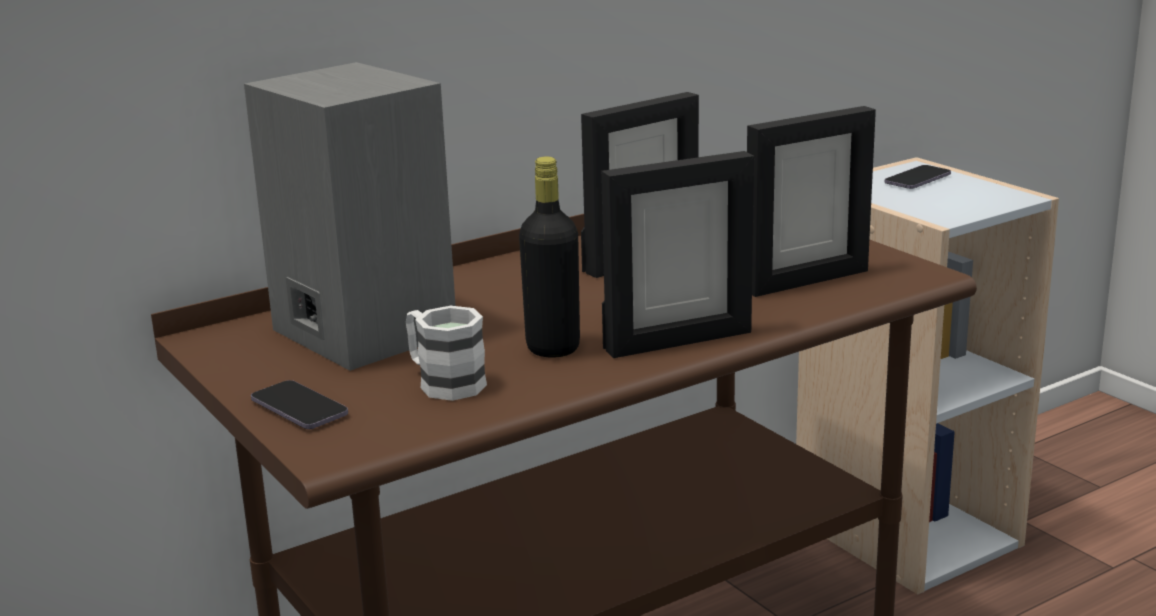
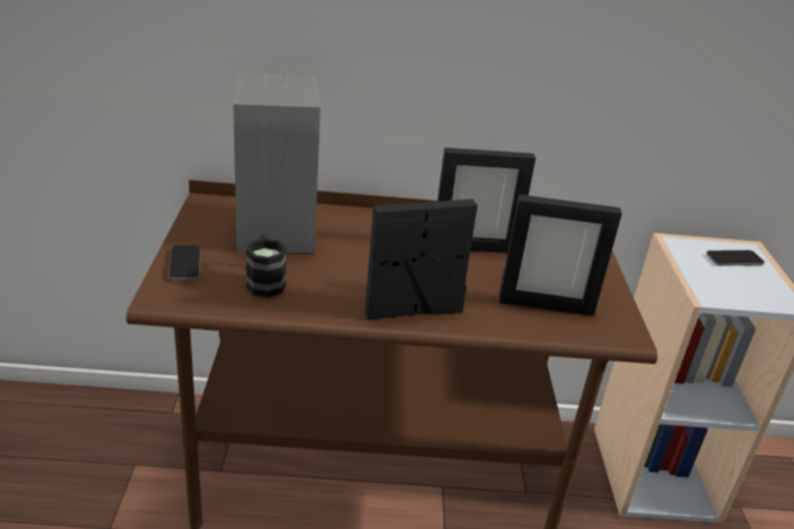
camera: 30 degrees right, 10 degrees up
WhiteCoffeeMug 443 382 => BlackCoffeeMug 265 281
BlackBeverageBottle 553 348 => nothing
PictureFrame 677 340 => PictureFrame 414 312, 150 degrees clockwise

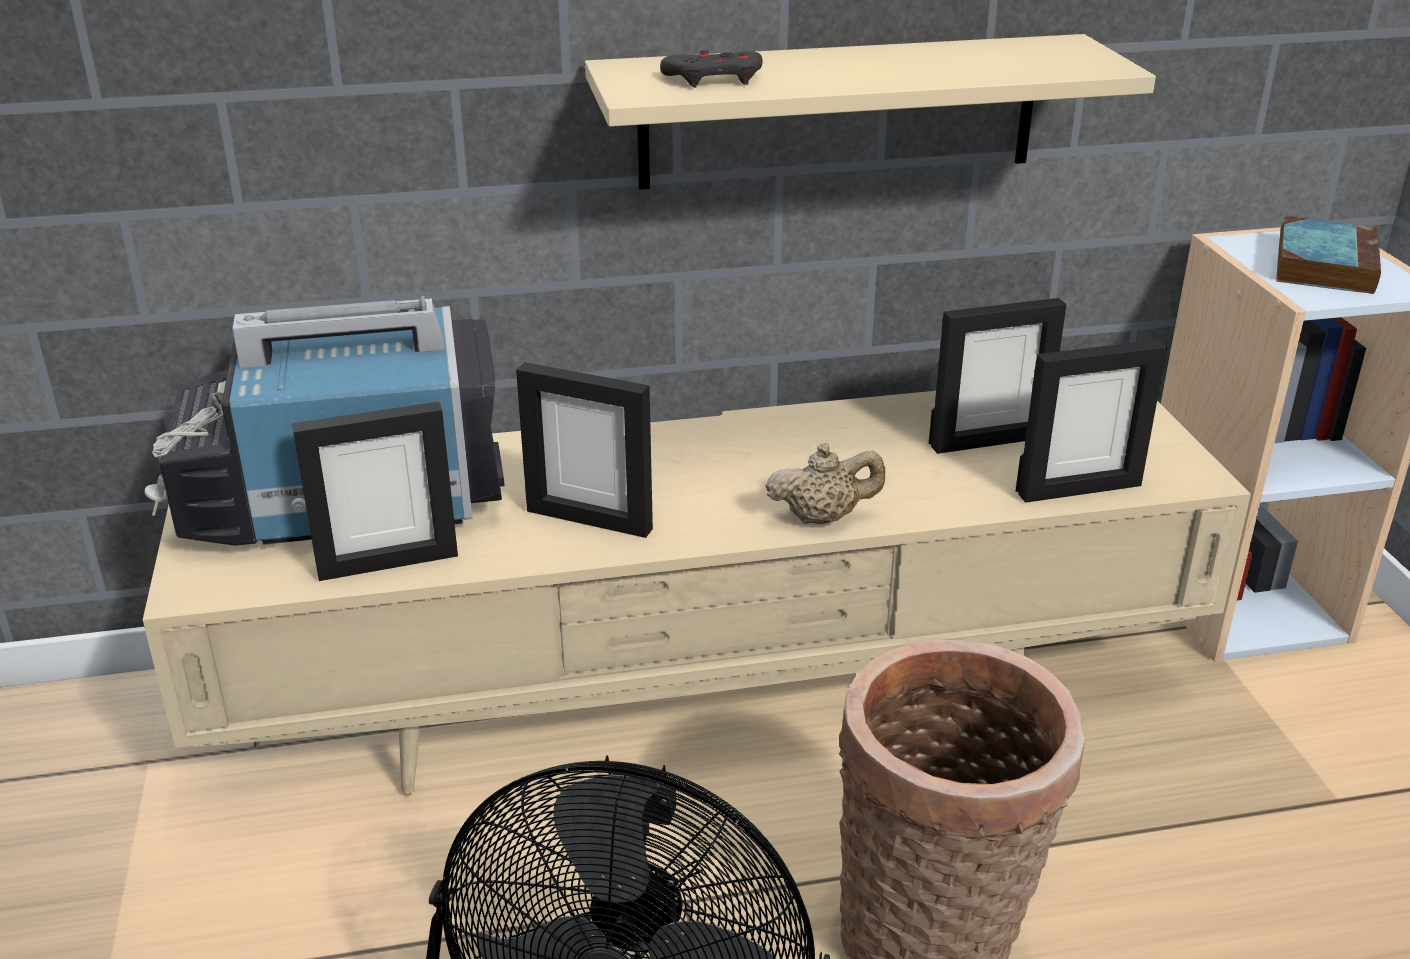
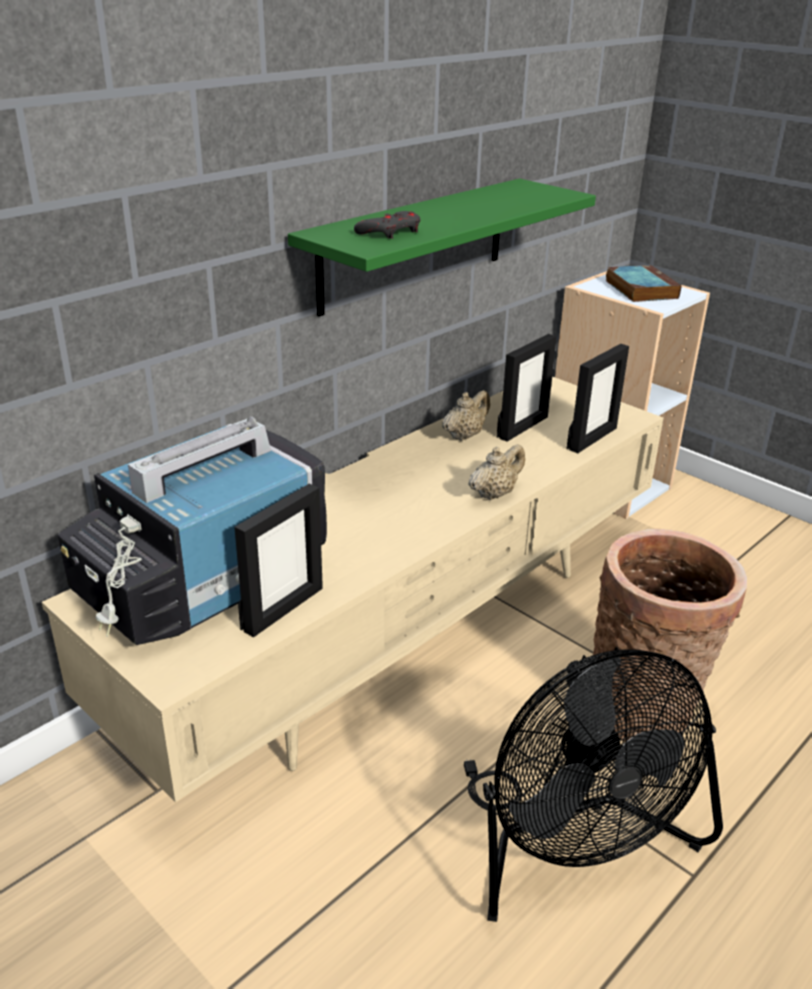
camera: 35 degrees left, 0 degrees up
PictureFrame 590 518 => nothing
SandColouredShelf 839 112 => GreenishShelf 415 244
nothing => SandColouredTeaPot 464 435

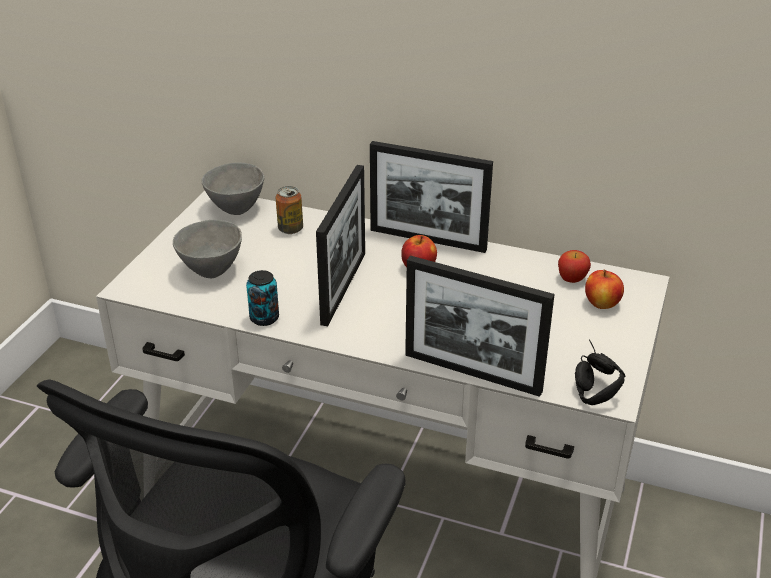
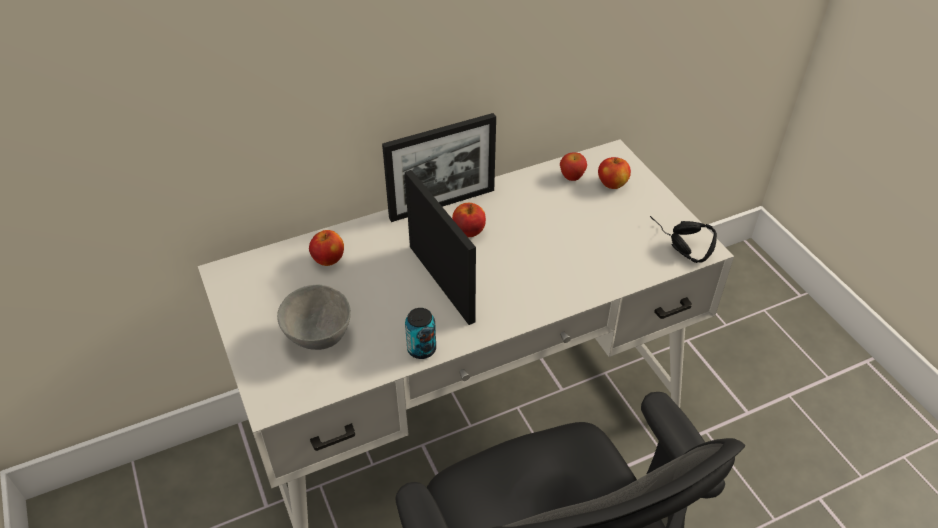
camera: 45 degrees left, 10 degrees up
GreyServingBowl 235 208 => nothing
SealedCan 290 229 => WholeApple 328 259
PictureFrame 472 373 => nothing

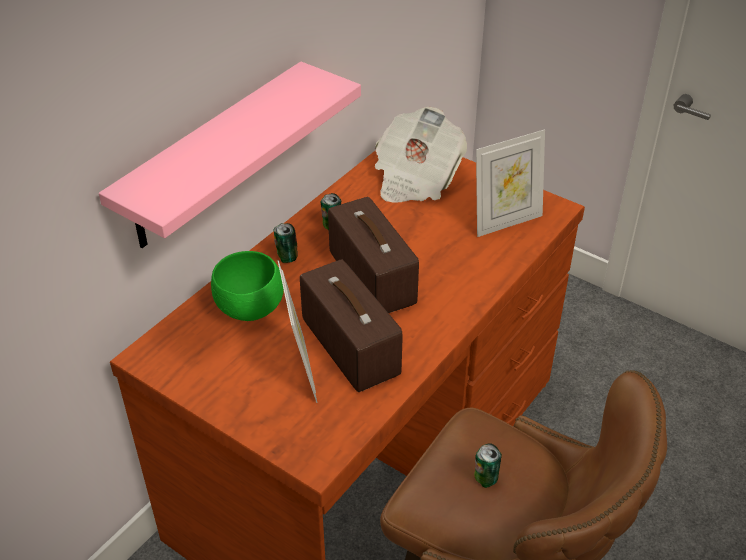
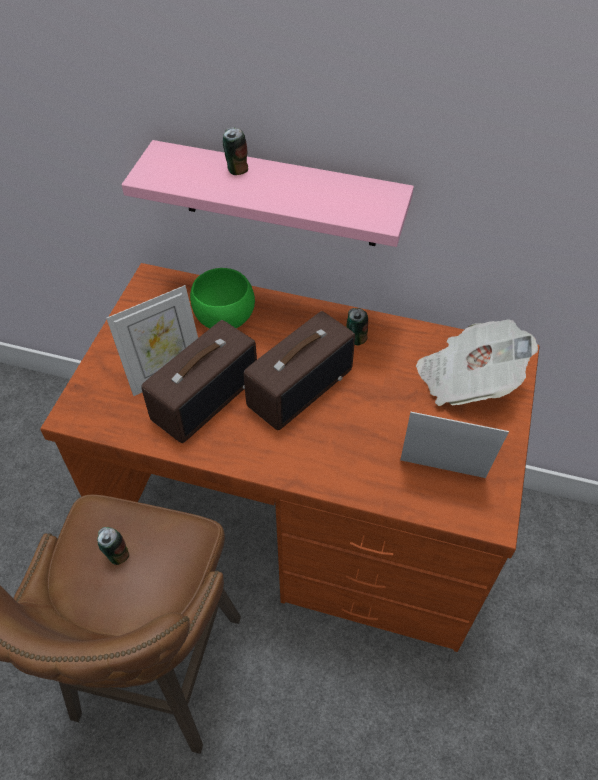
camera: 70 degrees right, 10 degrees up
SealedCan 286 257 => SealedCan 236 169, relocated
PictureFrame 506 221 => PictureFrame 441 476, 150 degrees clockwise

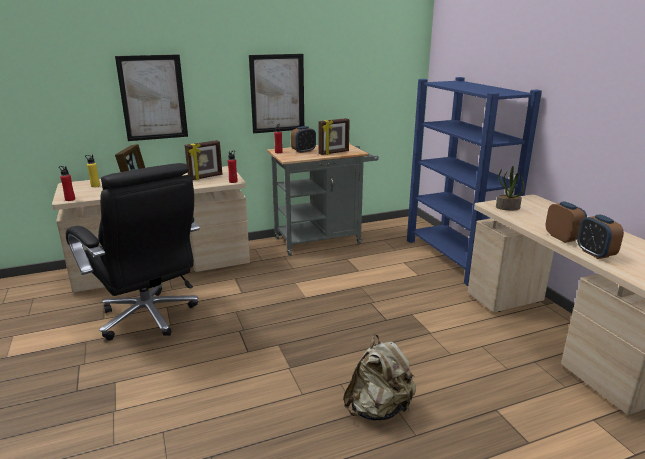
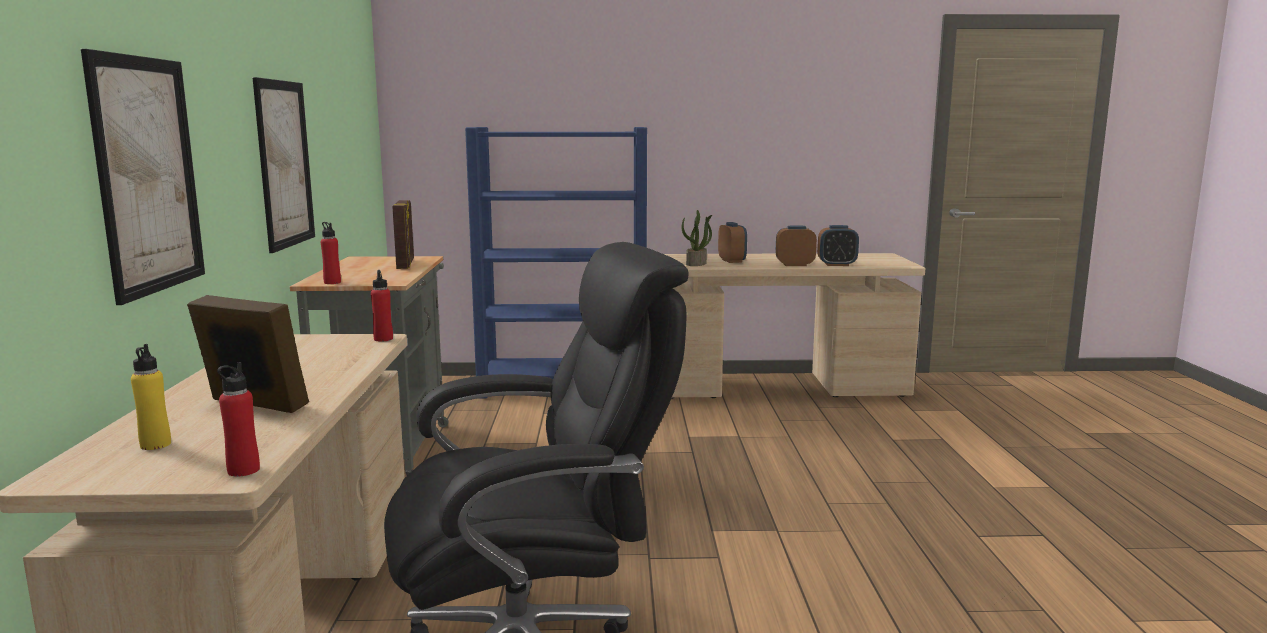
camera: 70 degrees left, 10 degrees down
PictureFrame 205 177 => nothing
TableClock 303 151 => TableClock 732 261, relocated
SandColouredBackpack 378 409 => nothing

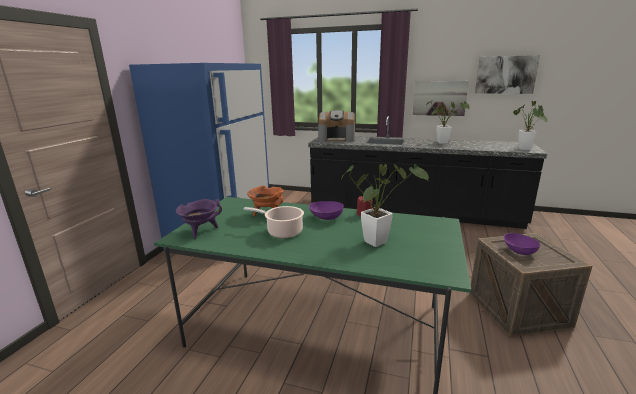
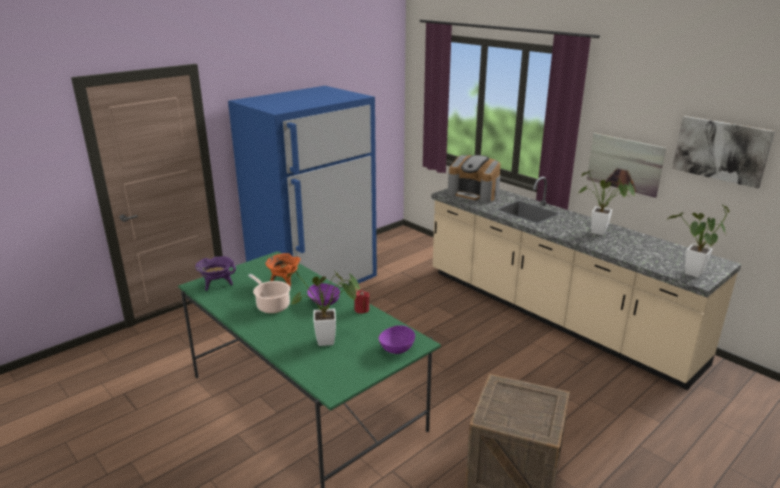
camera: 30 degrees right, 5 degrees up
BlackKitchenCounter 412 212 => SandColouredKitchenCounter 553 316
PurpleColouredServingBowl 518 251 => PurpleColouredServingBowl 396 348, relocated

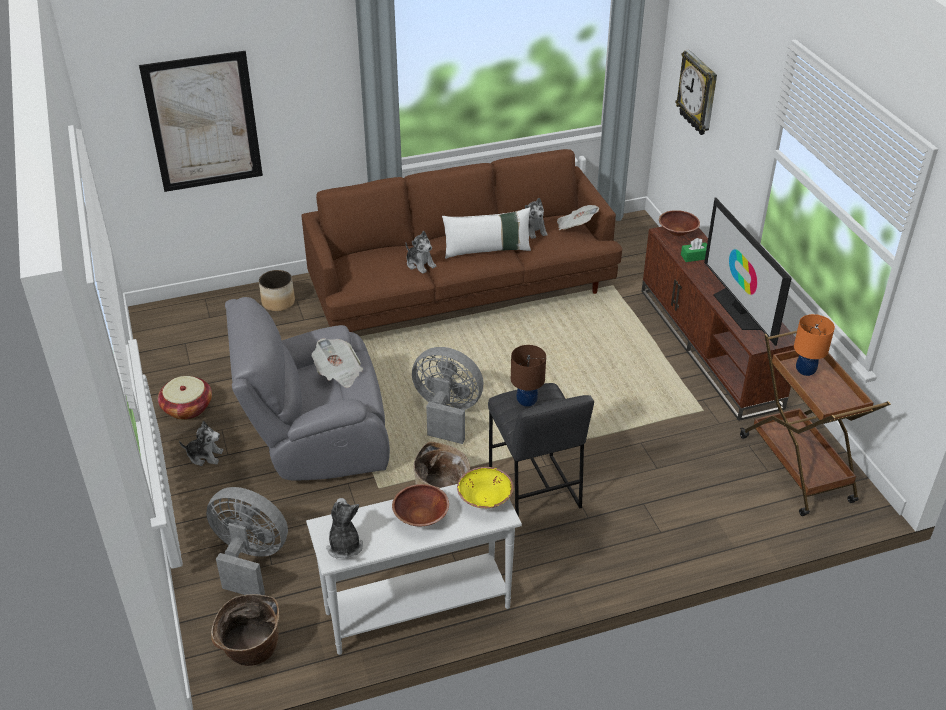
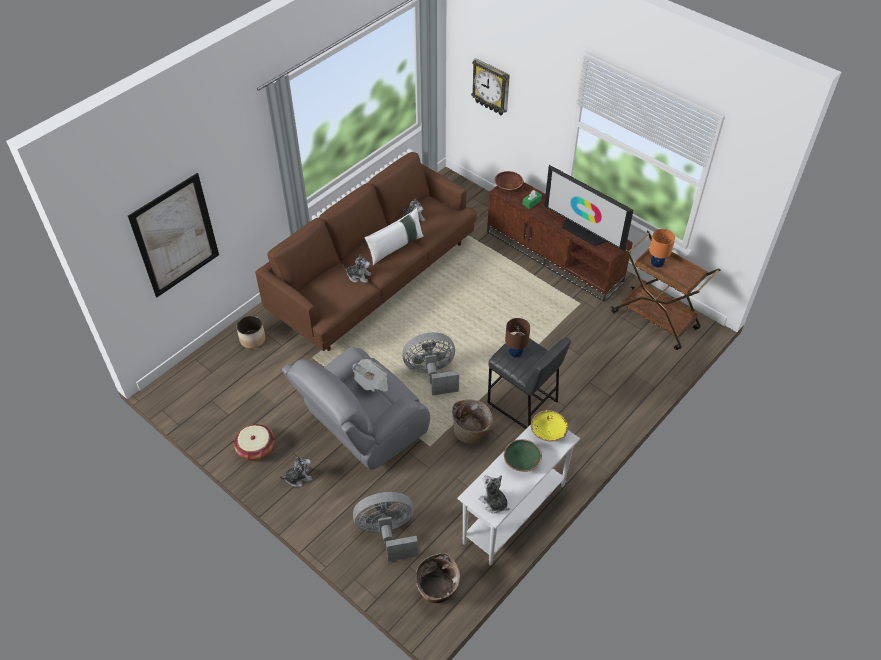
camera: 30 degrees left, 10 degrees up
BrownColouredServingBowl 421 516 => GreenishServingBowl 522 461
PrintedPaper 575 226 => nothing

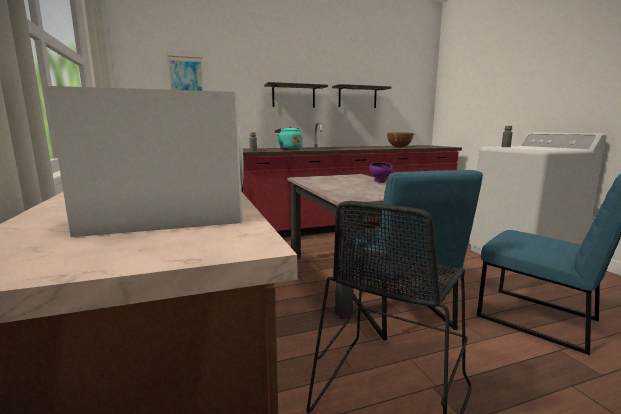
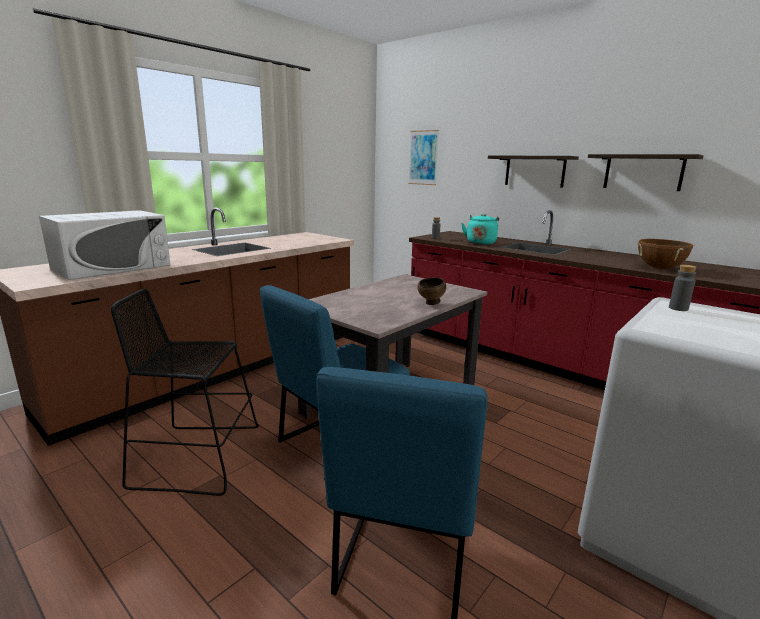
camera: 60 degrees right, 5 degrees up
PurpleColouredServingBowl 380 182 => BrownColouredServingBowl 431 304

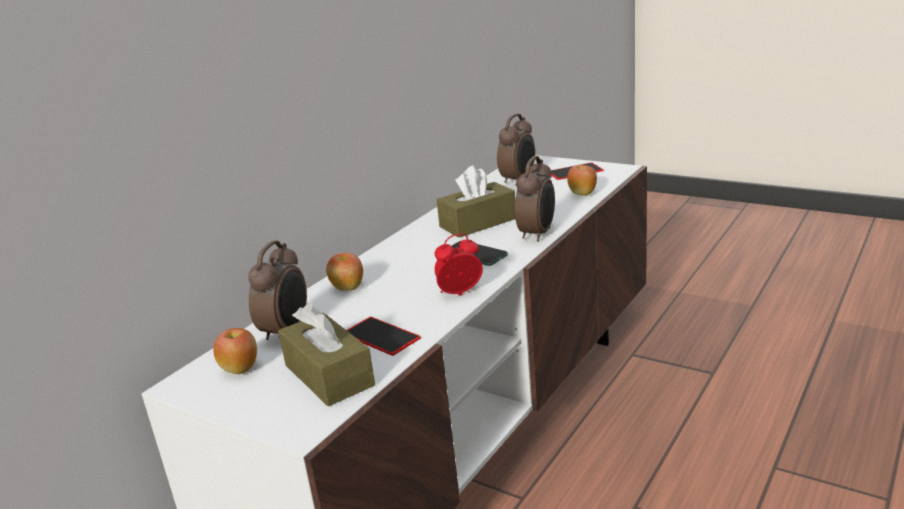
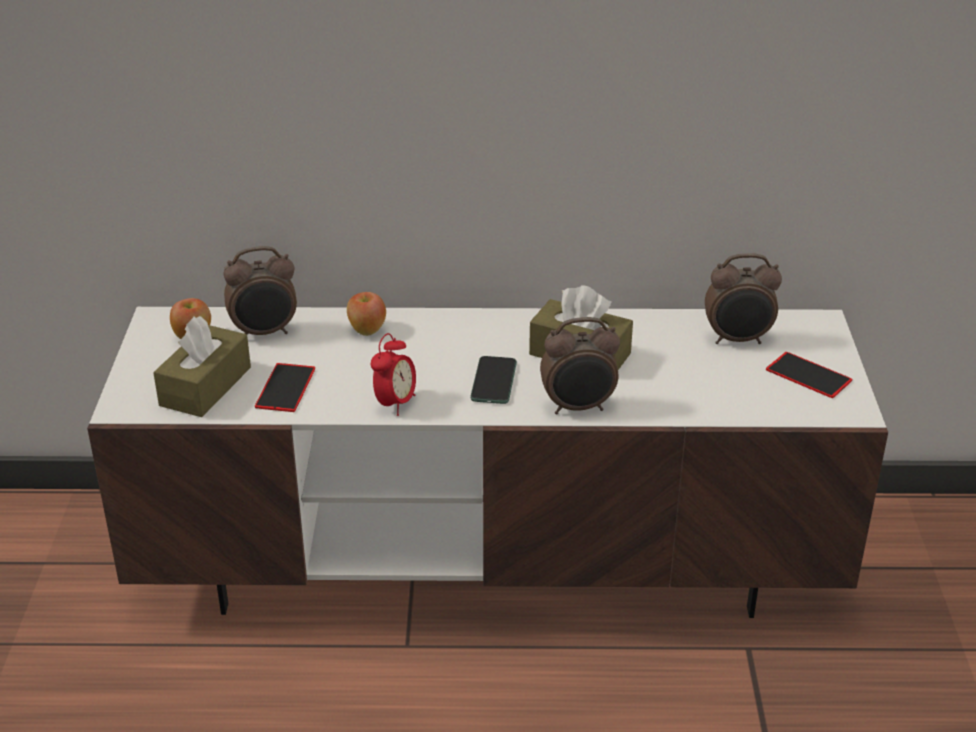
camera: 55 degrees right, 10 degrees up
TableClock 460 294 => TableClock 395 403, 75 degrees clockwise
WholeApple 582 194 => nothing

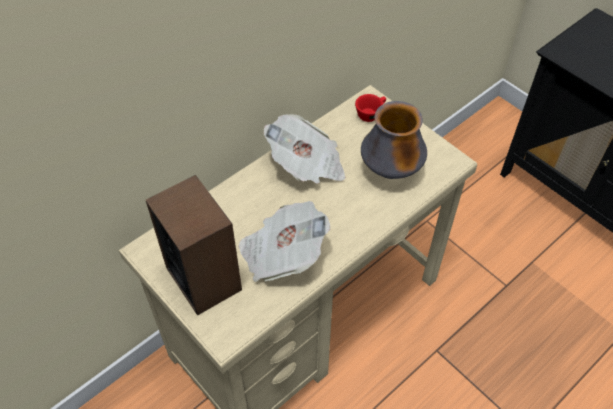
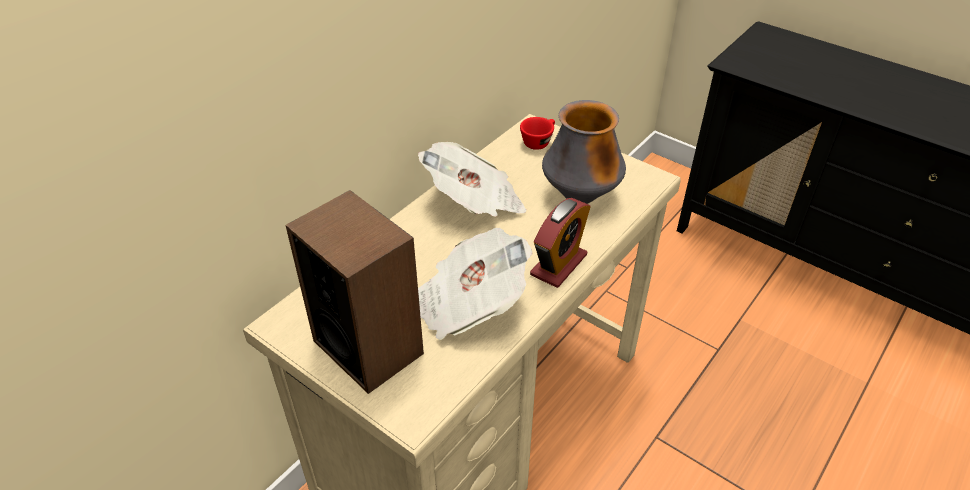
camera: 10 degrees left, 10 degrees down
nothing => TableClock 558 265

